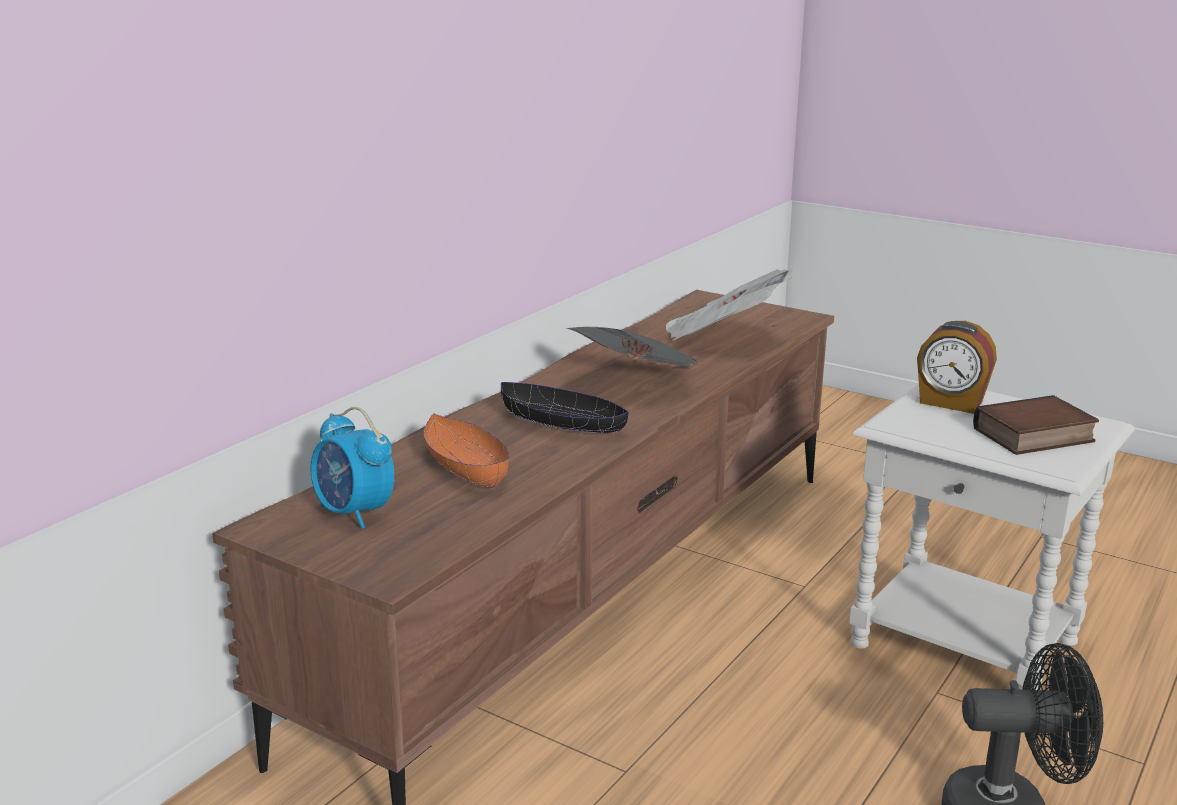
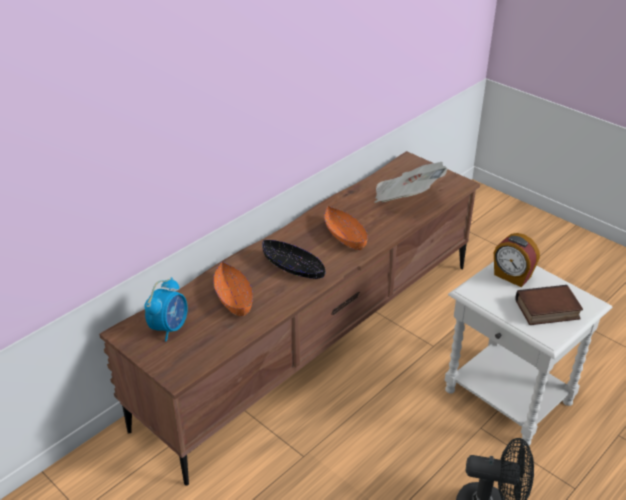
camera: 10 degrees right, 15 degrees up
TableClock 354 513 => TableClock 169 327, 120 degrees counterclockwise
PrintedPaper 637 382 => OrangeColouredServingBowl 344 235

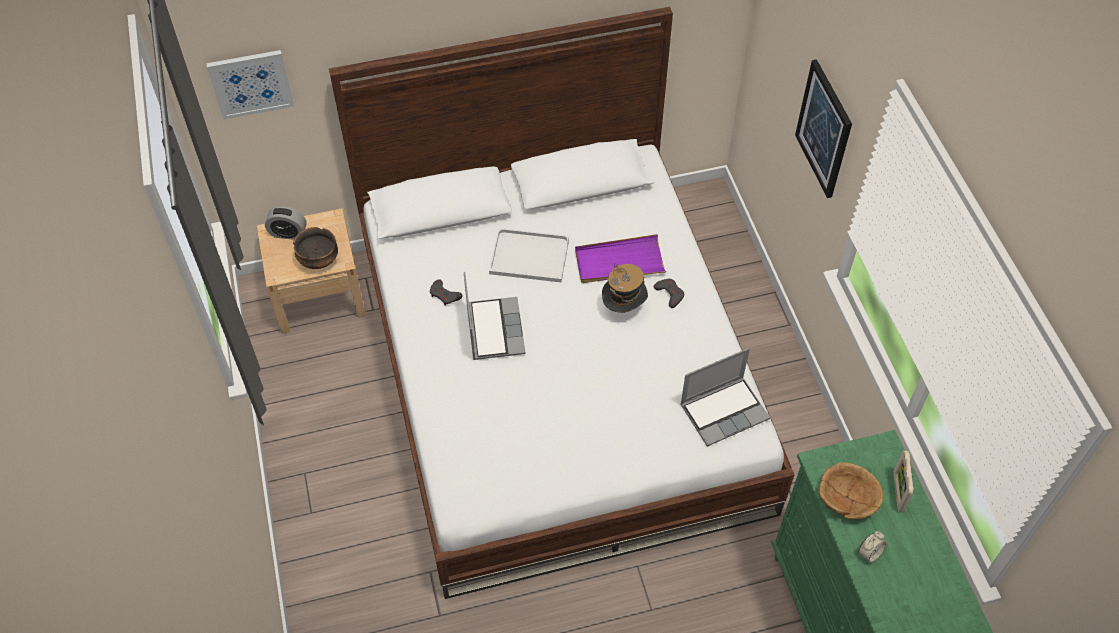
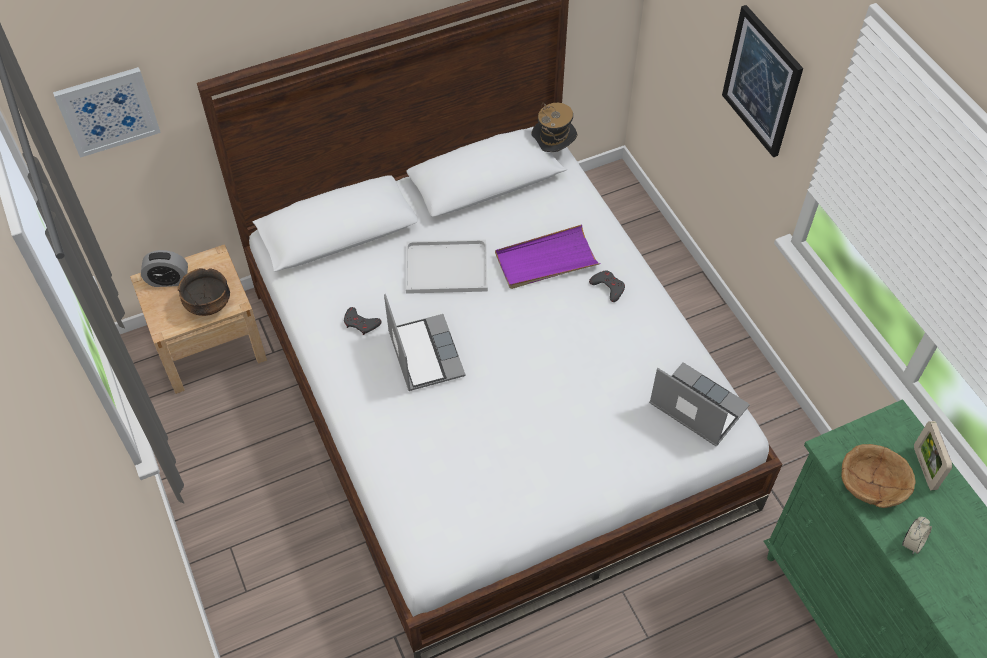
camera: 10 degrees left, 0 degrees up
ClothingHat 623 308 => ClothingHat 553 152, relocated
PortableComputer 724 411 => PortableComputer 696 406, 105 degrees counterclockwise

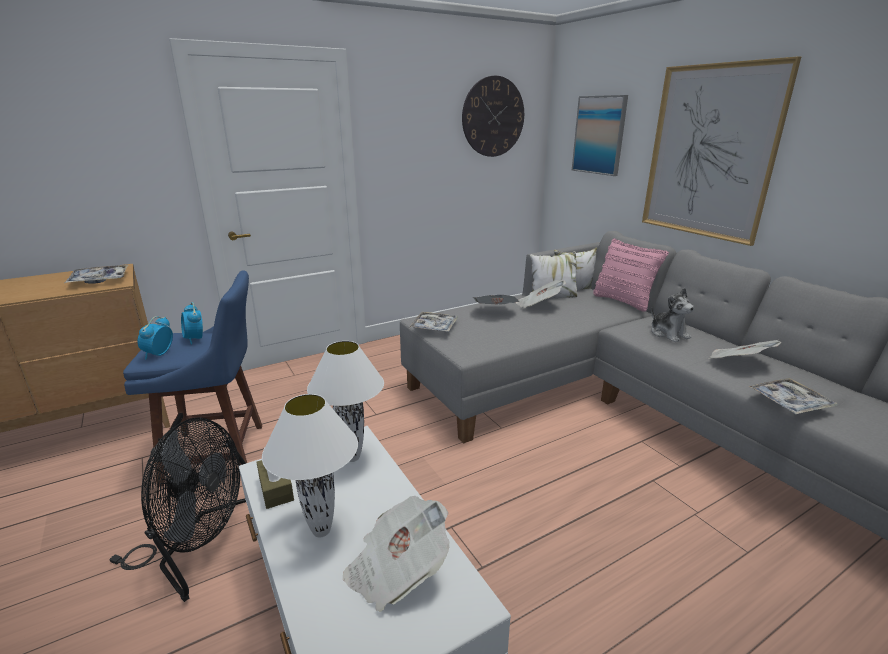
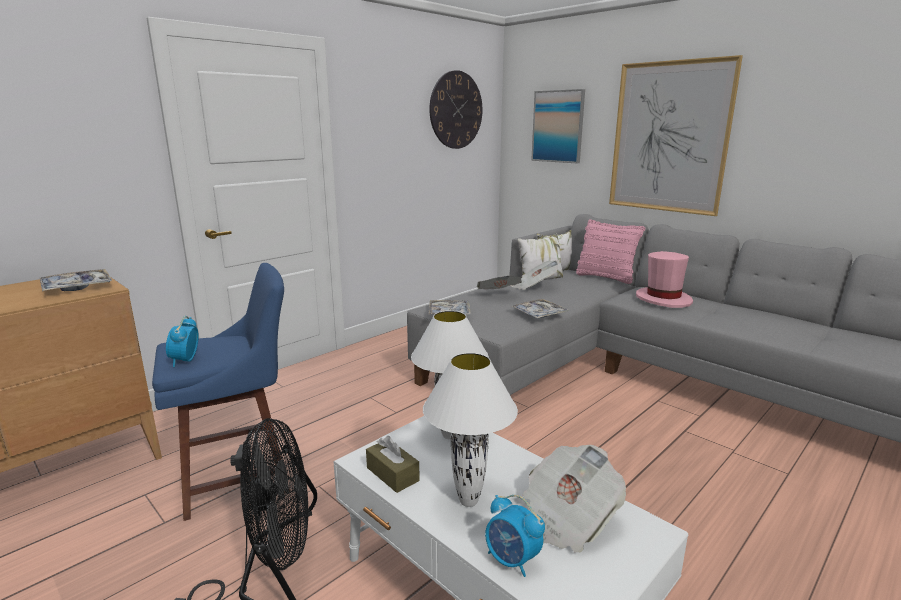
camera: 15 degrees left, 5 degrees down
TableClock 195 339 => TableClock 512 560, relocated
CuddlyToy 668 334 => PinkColouredClothingHat 663 299
PrintedPaper 737 363 => nothing
CarryingTray 789 402 => CarryingTray 539 314, relocated

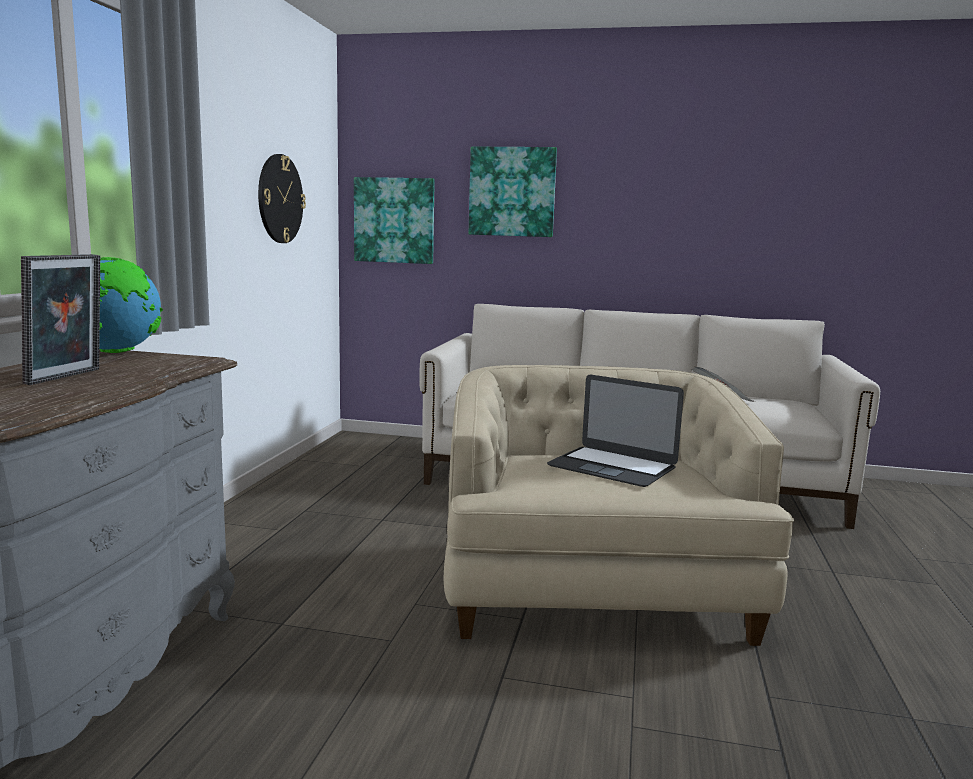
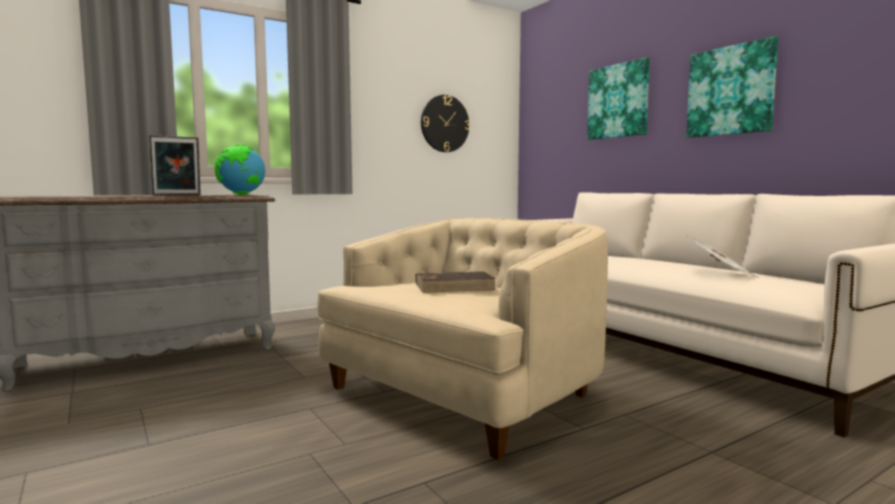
camera: 45 degrees right, 5 degrees down
Picture 394 220 => Picture 730 91, relocated
PortableComputer 612 466 => BrownColouredVolume 455 286

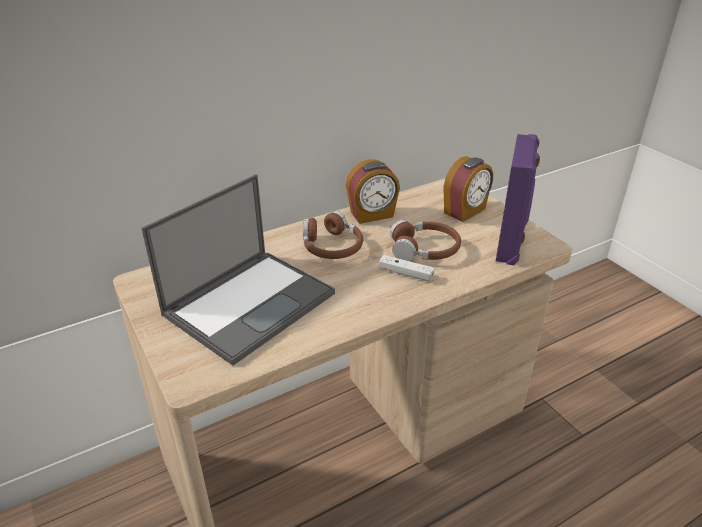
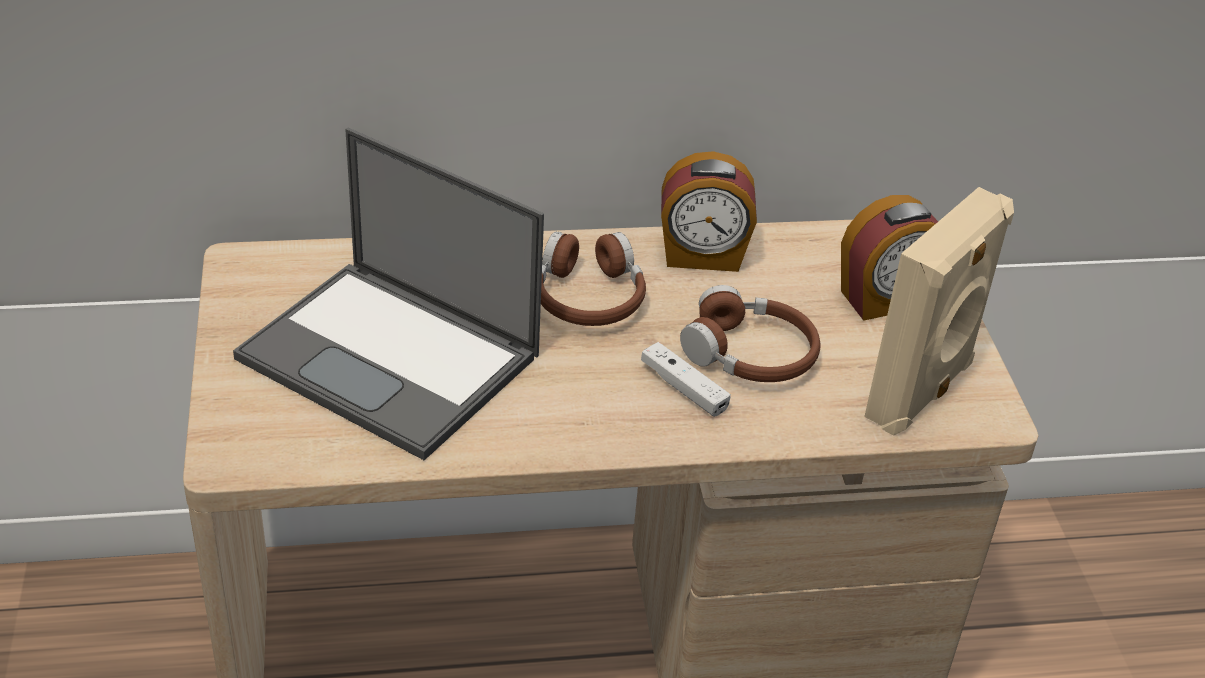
camera: 20 degrees right, 5 degrees up
PortableComputer 250 303 => PortableComputer 392 358, 60 degrees clockwise
PurpleColouredAudioSpeaker 511 244 => SandColouredAudioSpeaker 922 392

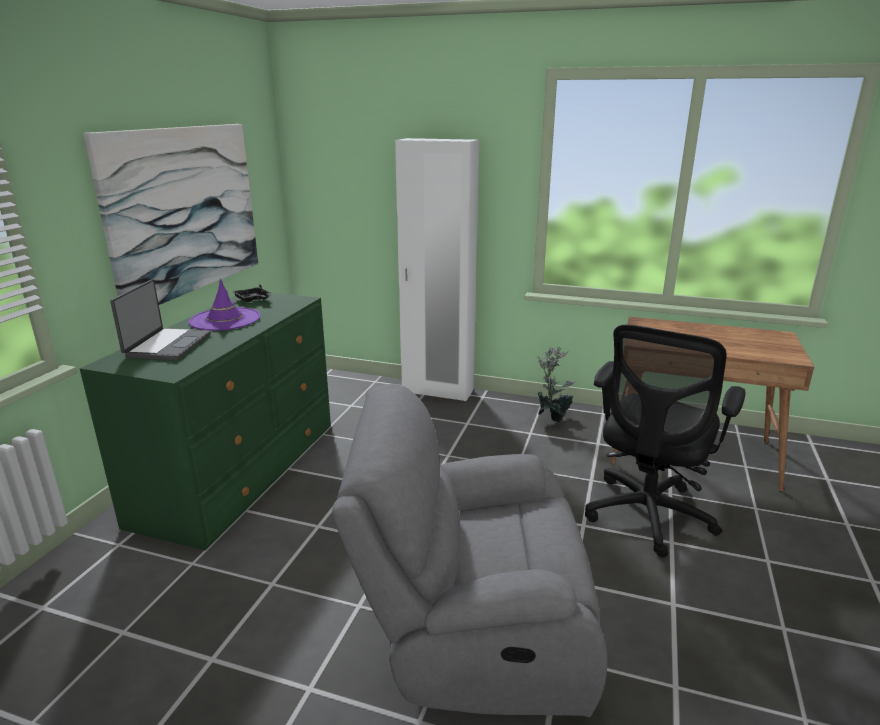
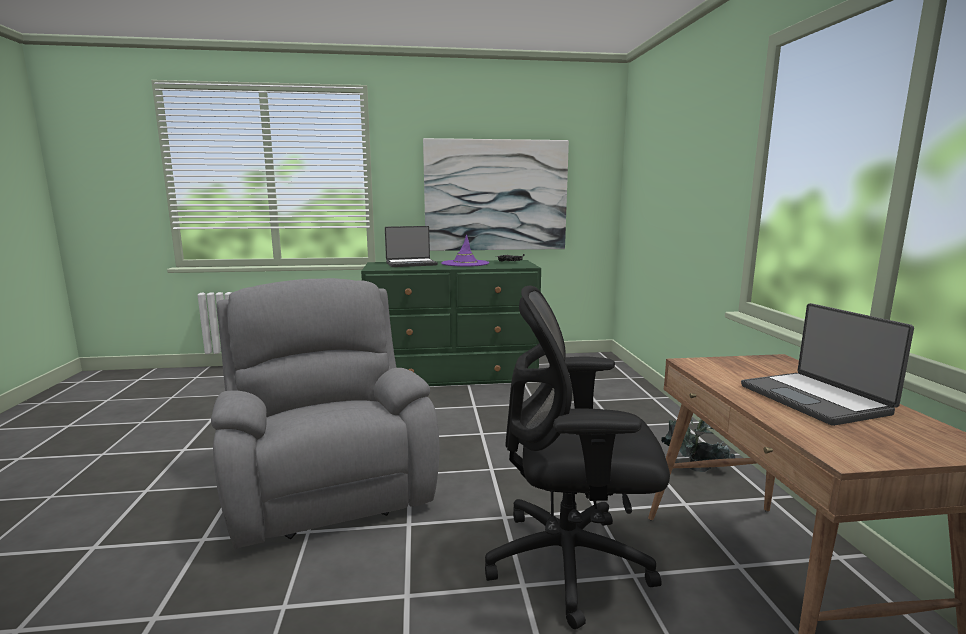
camera: 65 degrees right, 10 degrees down
WhiteWardrobe 437 391 => nothing
nothing => PortableComputer 815 399

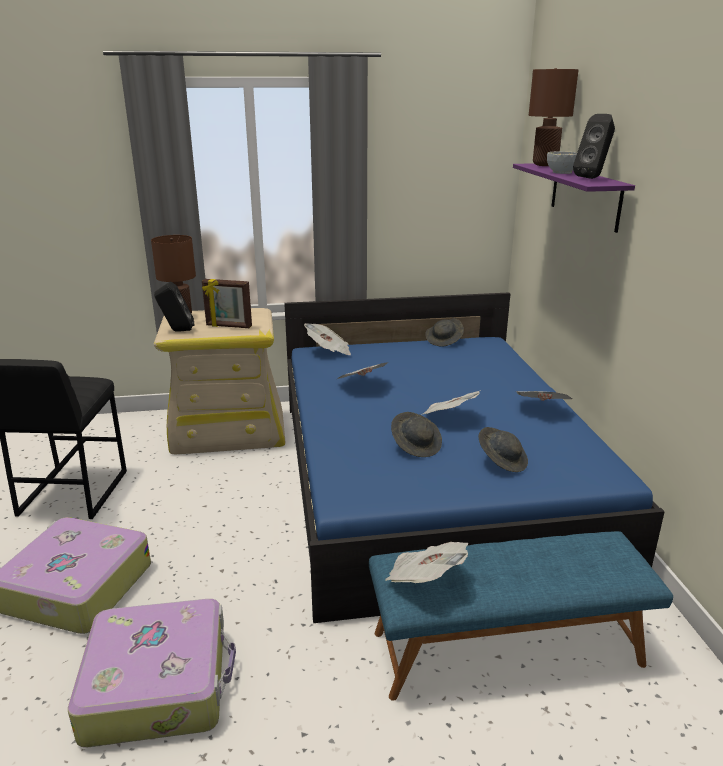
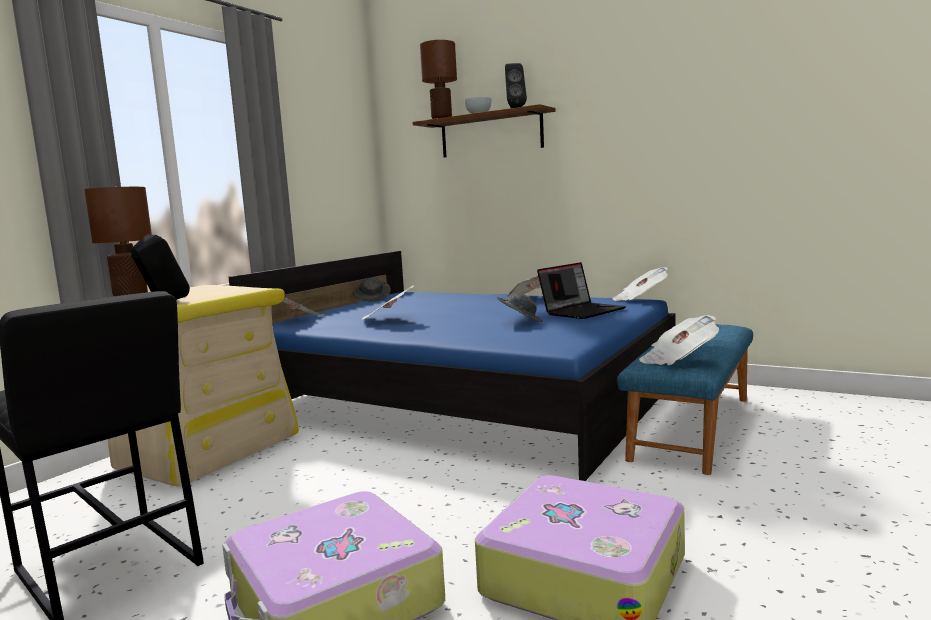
camera: 50 degrees left, 15 degrees down
PictureFrame 228 326 => nothing
PrintedPaper 449 416 => PrintedPaper 640 299, relocated
GreyClothingHat 502 461 => PortableComputer 582 311
PurpleColouredShelf 585 195 => BrownColouredShelf 491 134

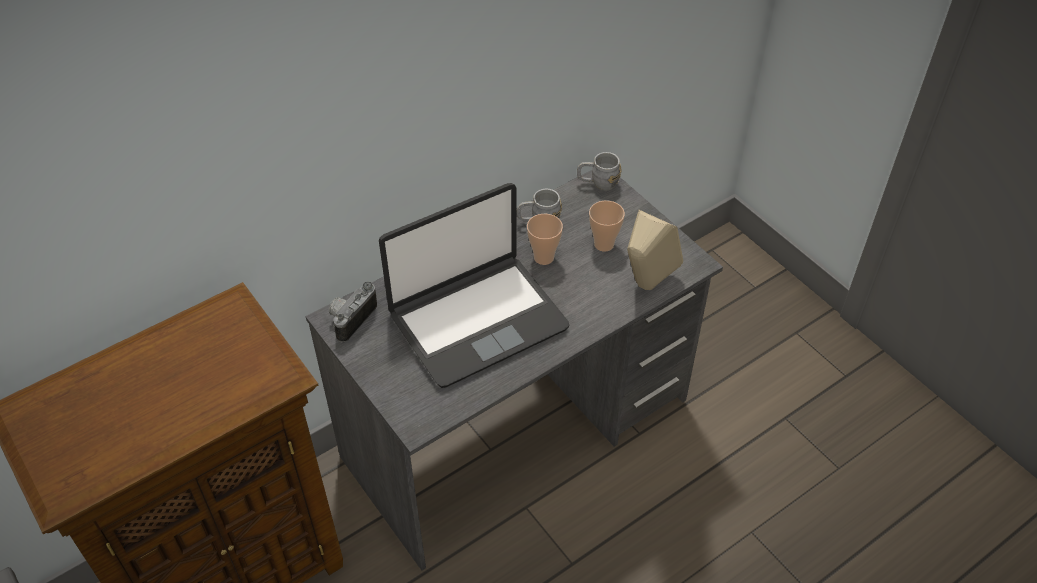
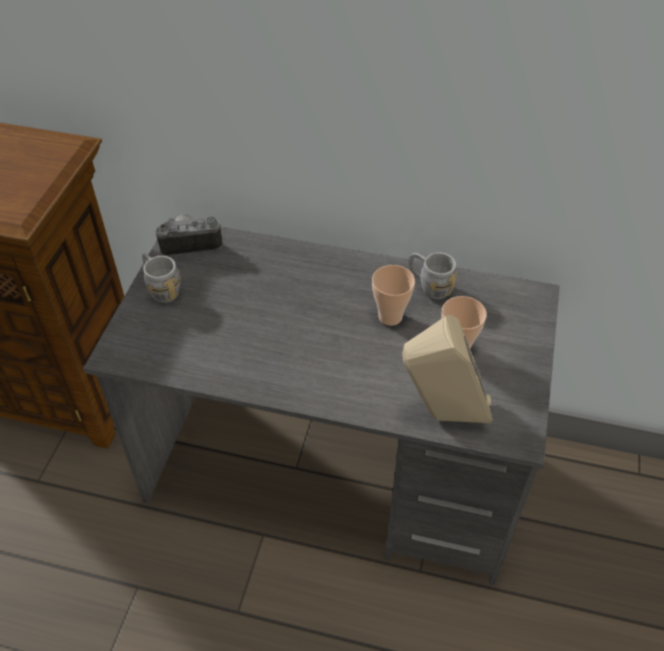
camera: 50 degrees right, 0 degrees up
PortableComputer 477 320 => nothing
GreyCoffeeMug 598 183 => GreyCoffeeMug 161 288, relocated

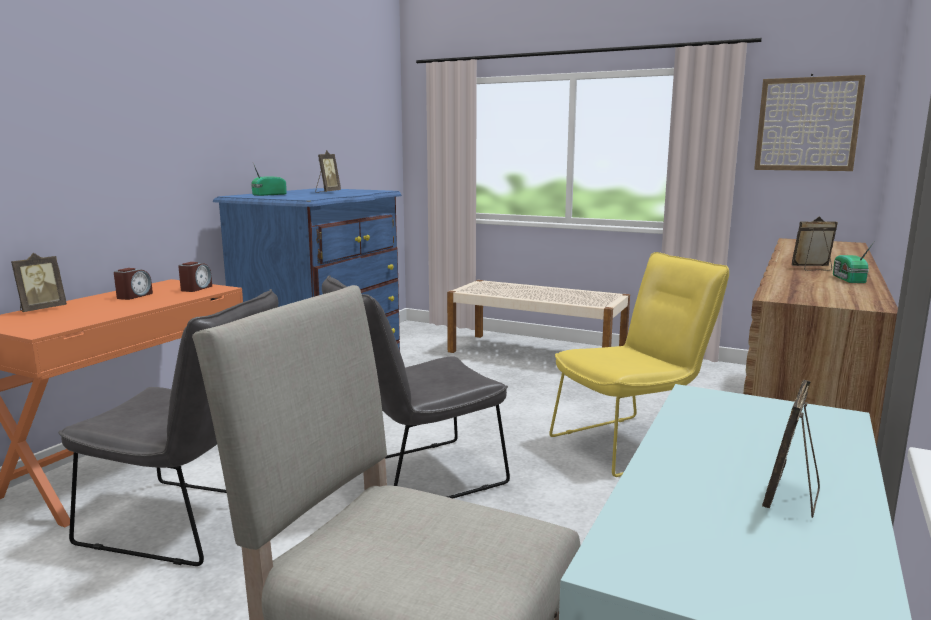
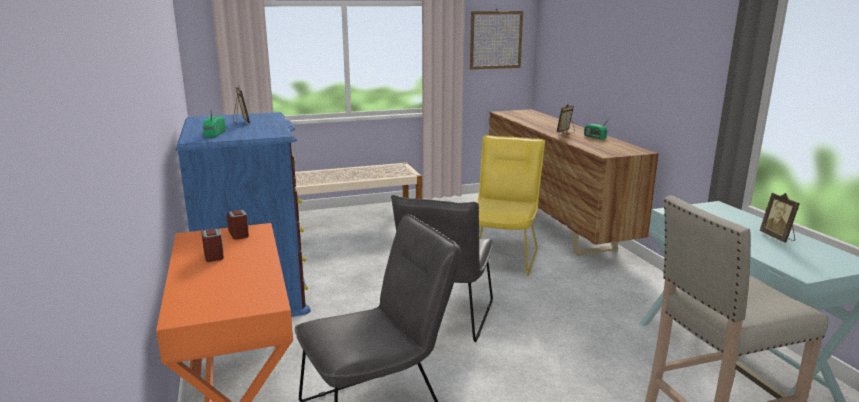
camera: 45 degrees left, 5 degrees up
PictureFrame 41 309 => nothing

